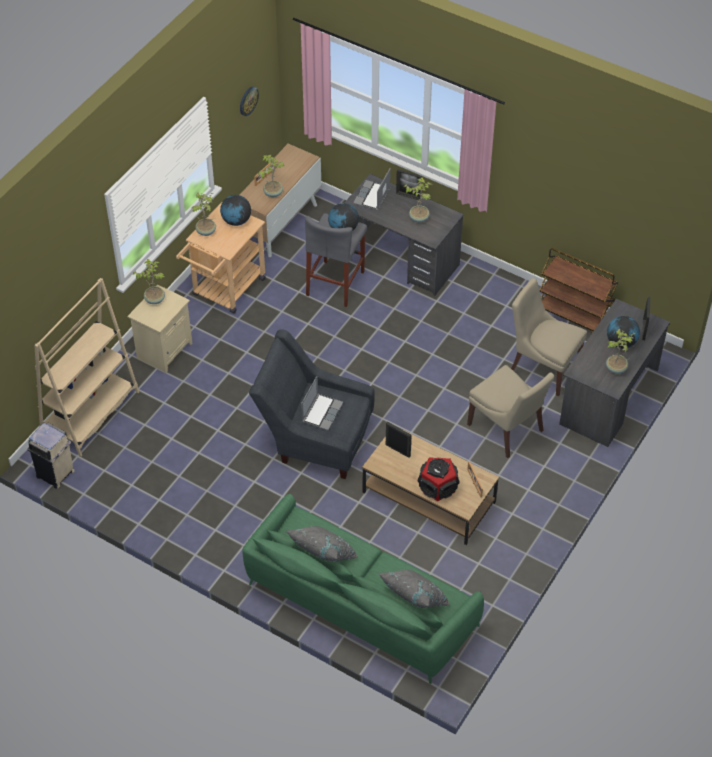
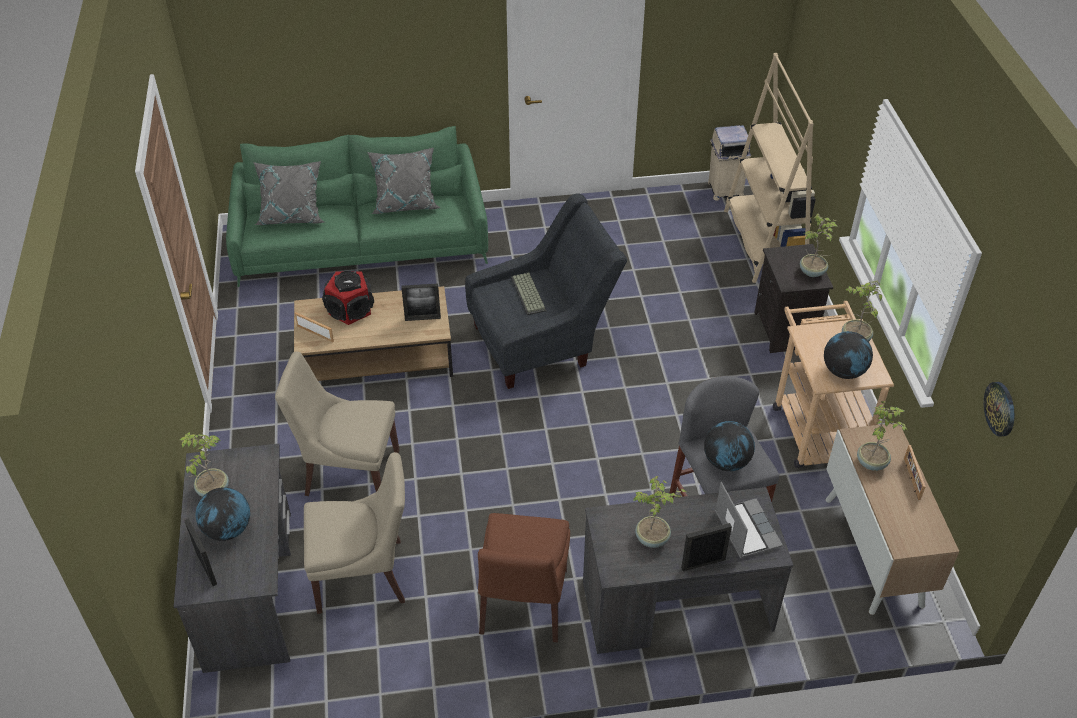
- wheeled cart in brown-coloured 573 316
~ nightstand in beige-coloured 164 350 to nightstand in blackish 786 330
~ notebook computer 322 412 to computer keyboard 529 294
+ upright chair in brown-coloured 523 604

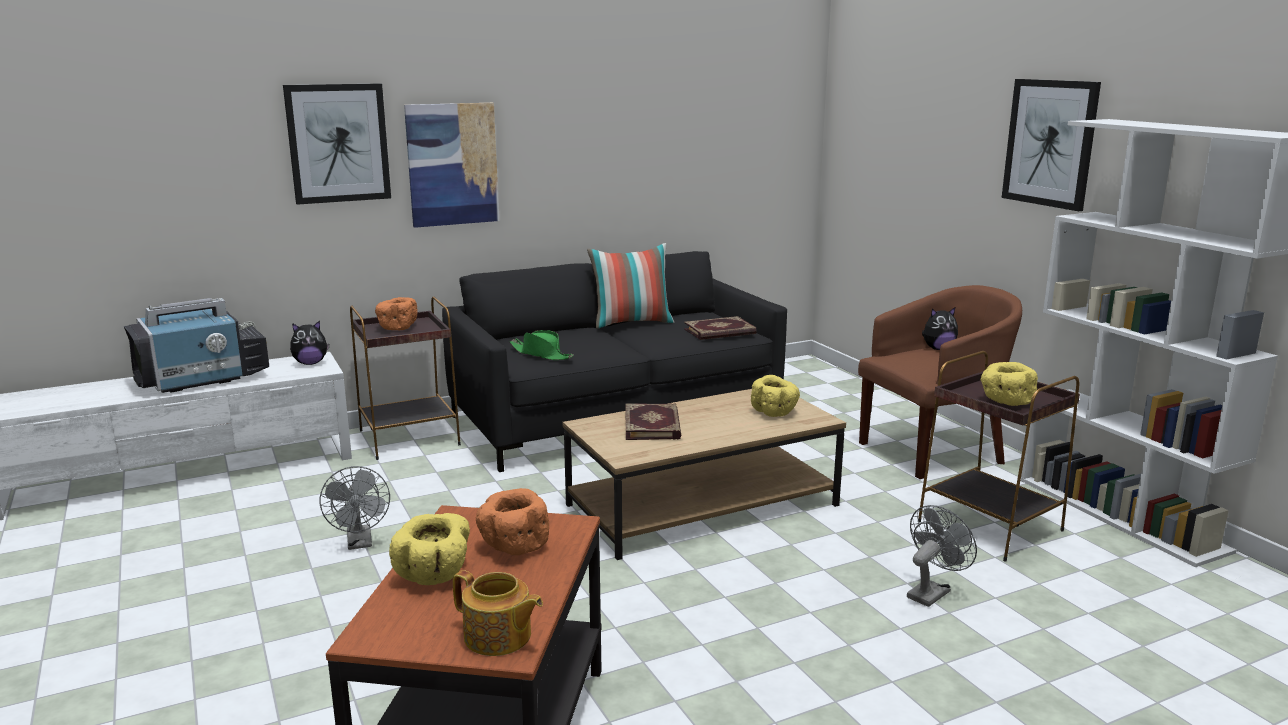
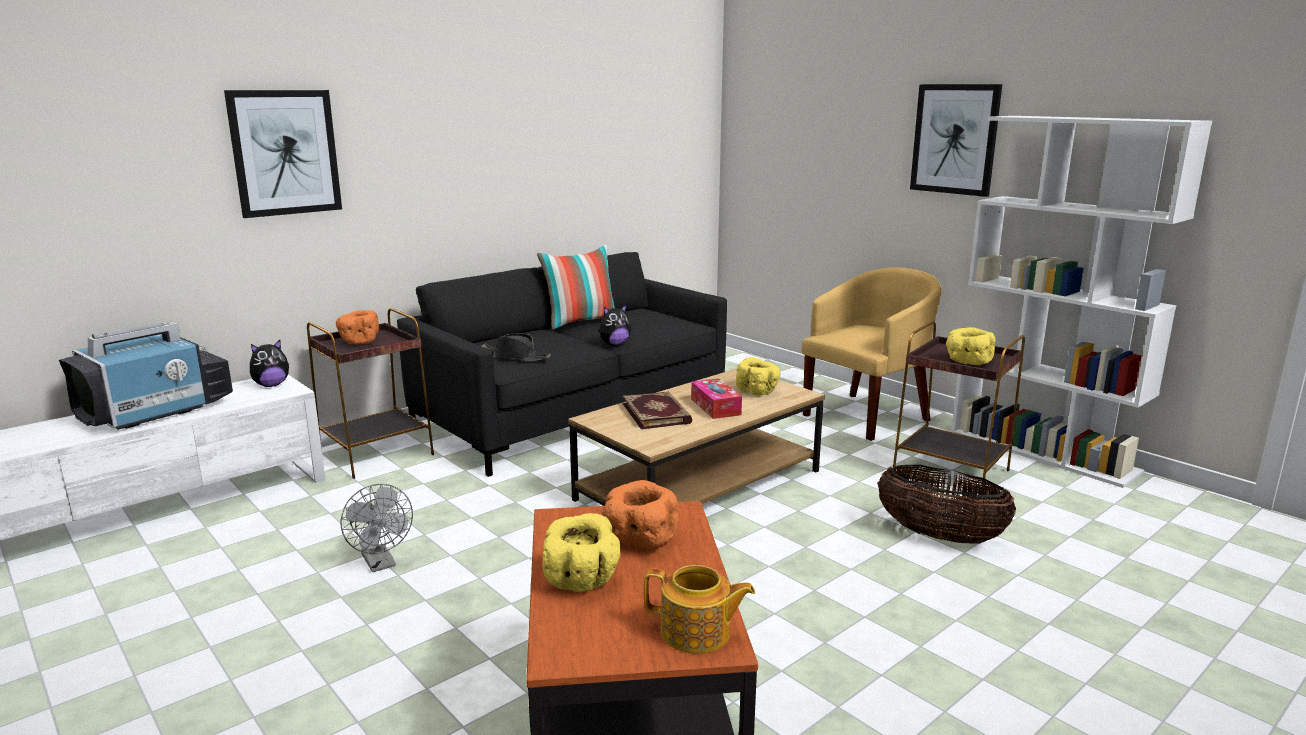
- picture 452 164
~ easy chair in brown-coloured 933 451 to easy chair in yellow 867 416
~ soft toy 938 348 to 614 344
- book 720 332
~ hat in green 541 354 to hat in blackish 516 357
~ electric fan in grey 931 592 to household basket 939 536
+ tissue box 715 407

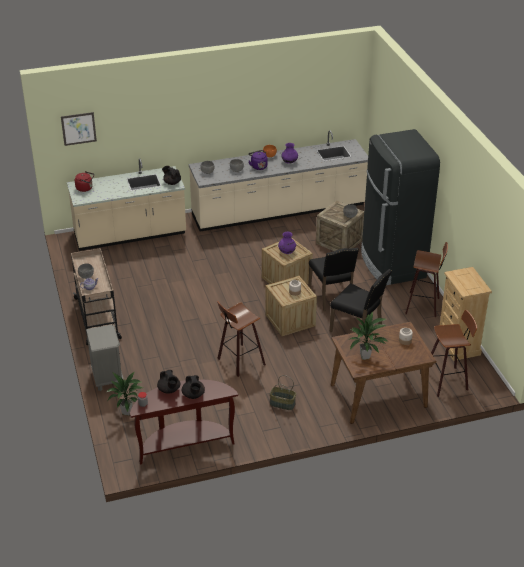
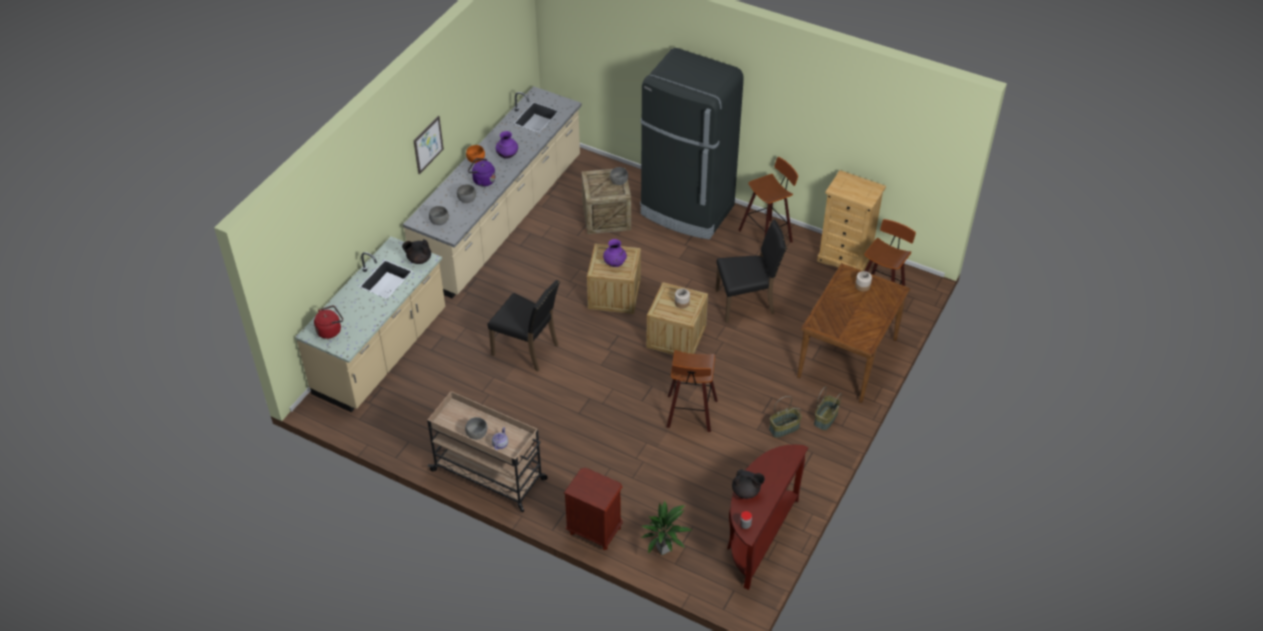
~ picture 78 128 to 428 144
~ upright chair in blackish 332 297 to 527 349
- plant in a pot 365 357
~ nightstand in grey 107 378 to nightstand in brown-coloured 594 530
- tea pot in blackish 193 395
+ household basket 826 419

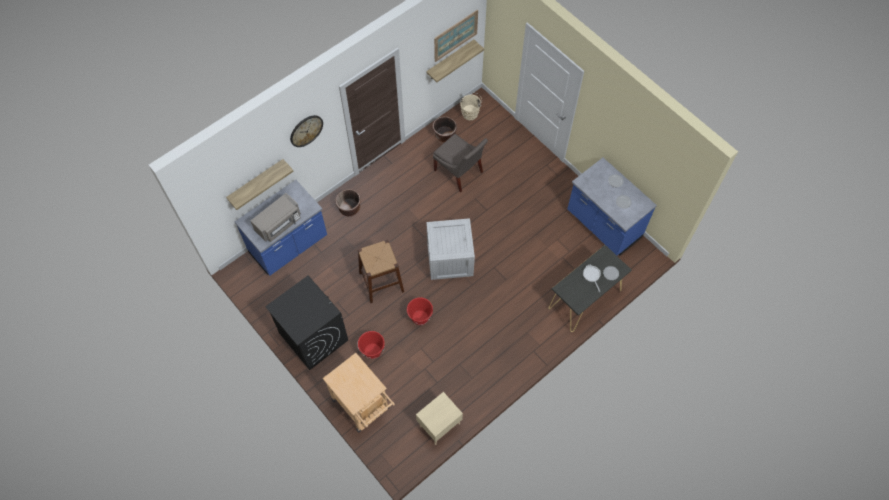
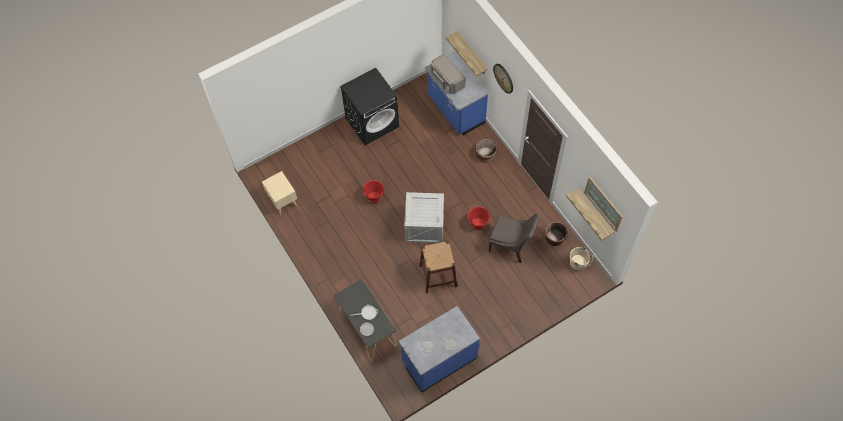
~ upright chair in grey 459 172 = 511 245 120 degrees counterclockwise
~ sitting stool in brown-coloured 381 282 to 438 275
~ pail in reddish 372 351 to 478 224
- wheeled cart in beige-coloured 363 407

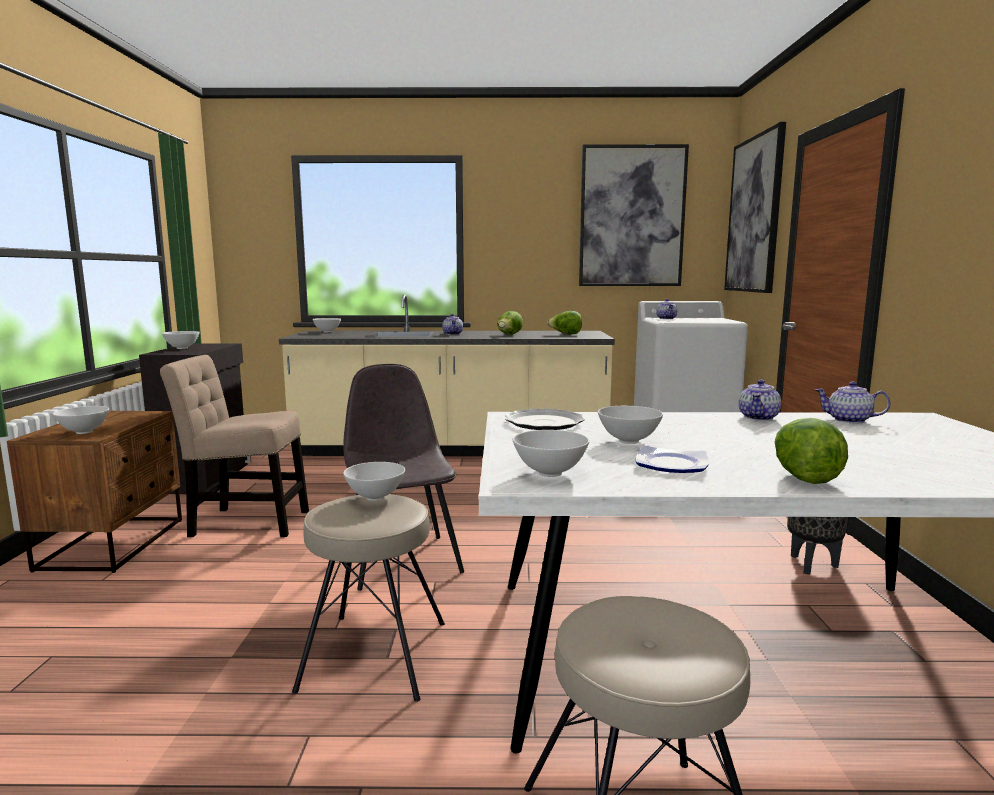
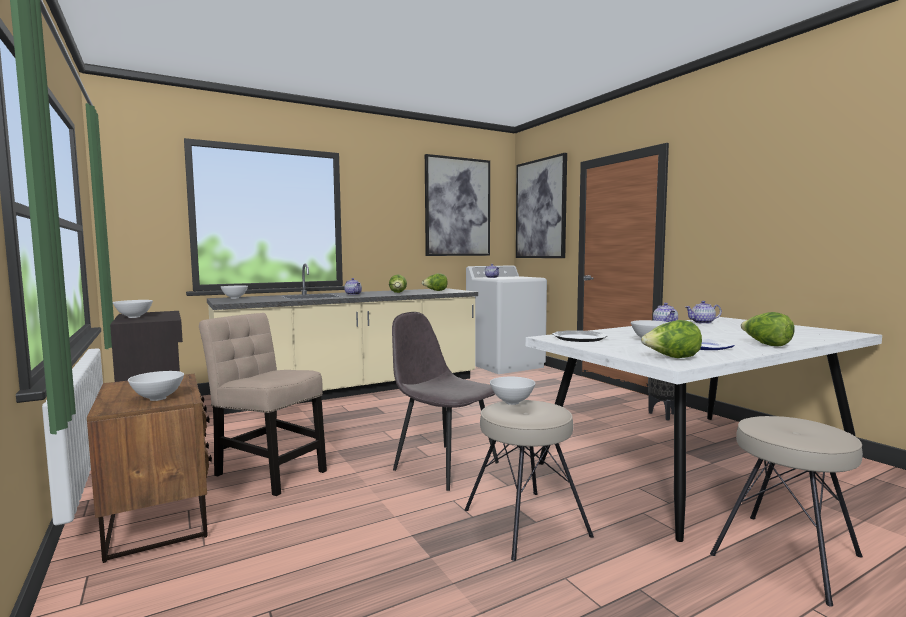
~ upright chair in beige-coloured 245 523 = 268 471 60 degrees clockwise
~ deep dish in white-coloured 550 473 to head of lettuce 672 358

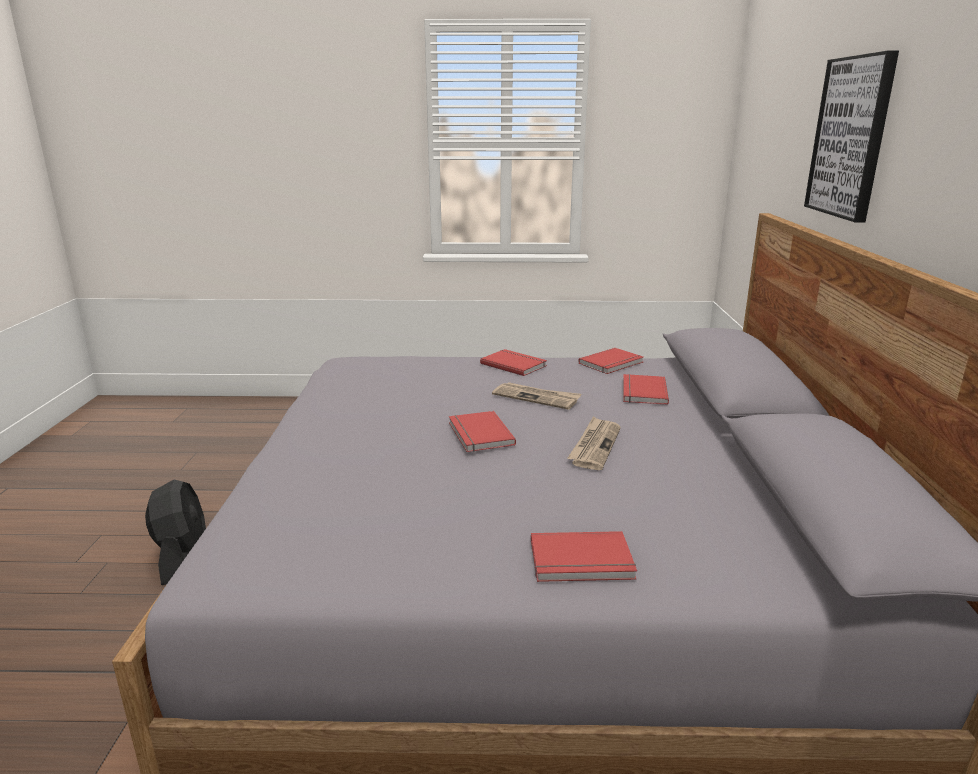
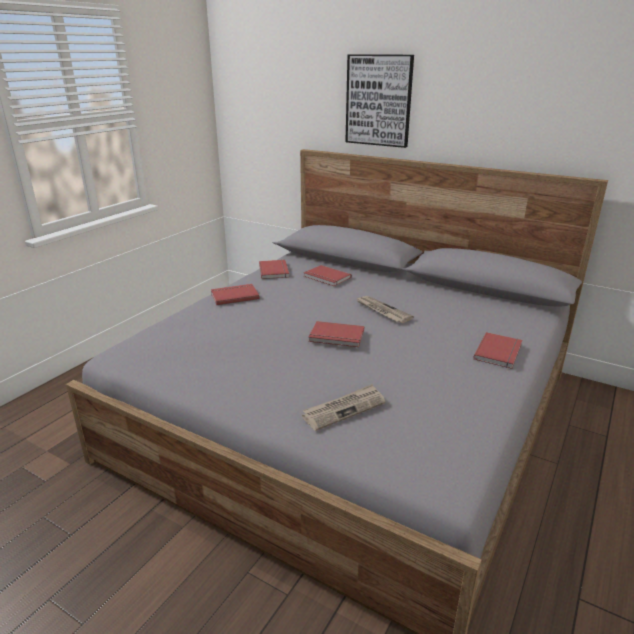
~ newspaper 536 397 to 344 409
- electric fan in blackish 183 558

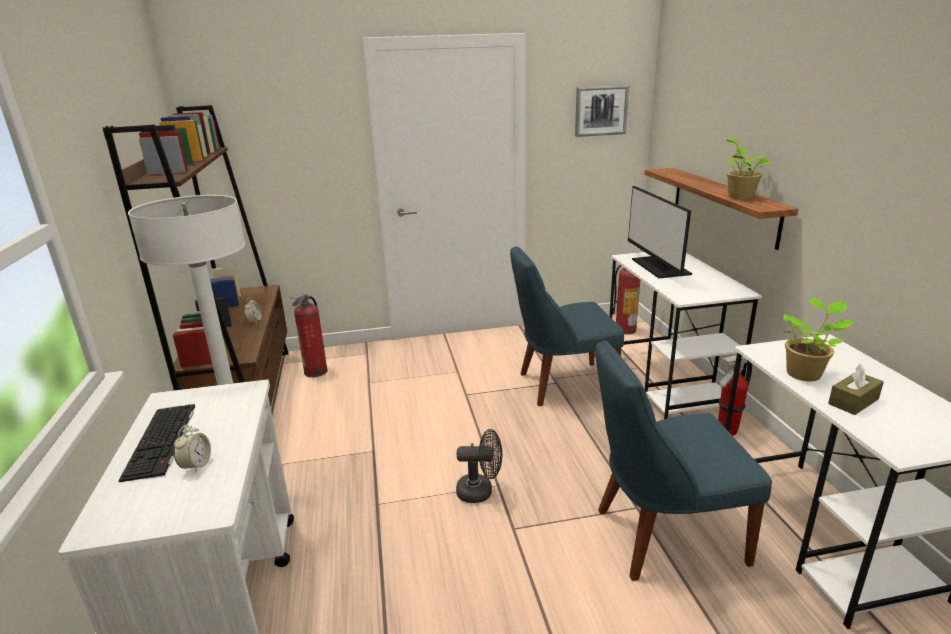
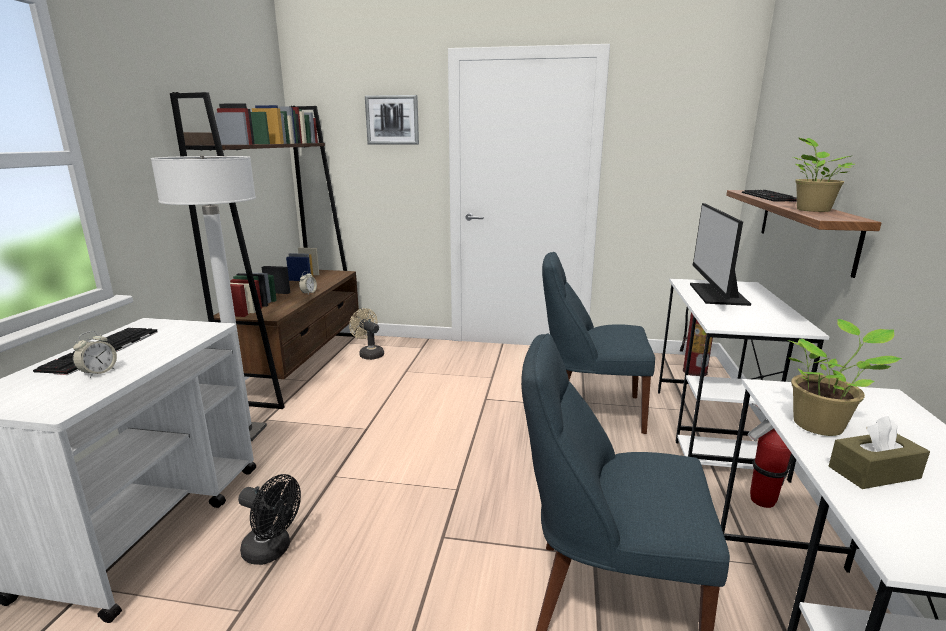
~ picture 601 110 to 392 120
~ fire-fighting cylinder 316 371 to electric fan in beige-coloured 369 354
~ electric fan in blackish 480 491 to 273 550
+ computer keyboard 772 197

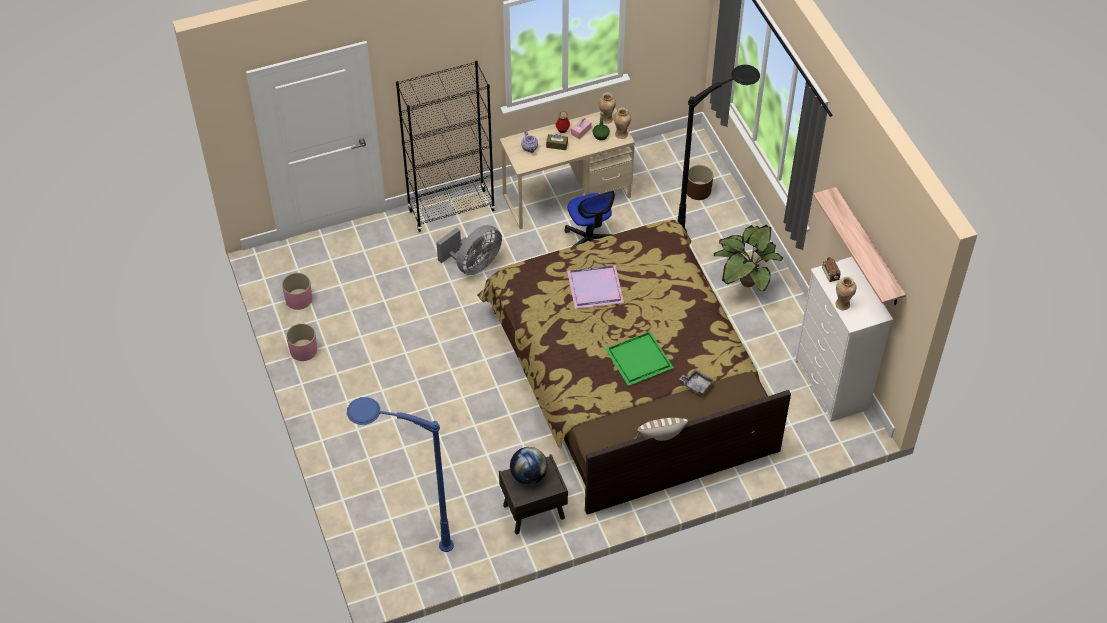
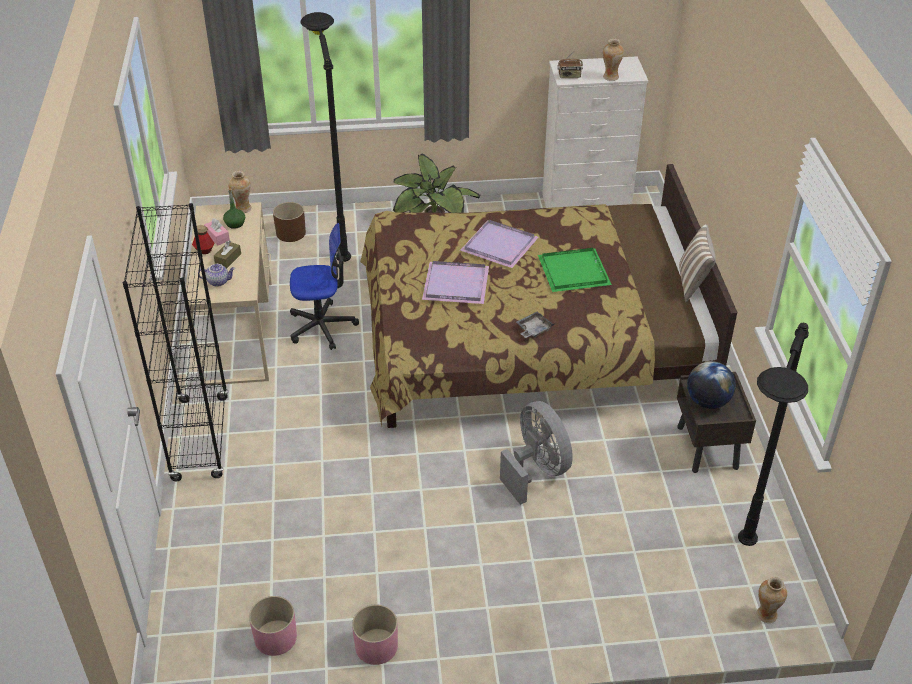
~ decorative vase 606 119 to 766 614
- bracket shelf 868 249
~ electric fan in grey 473 265 to 536 470
~ carrying tray in grey 696 384 to 533 329
~ standing lamp in blue 400 539 to standing lamp in blackish 732 584
+ carrying tray in purplish 500 246

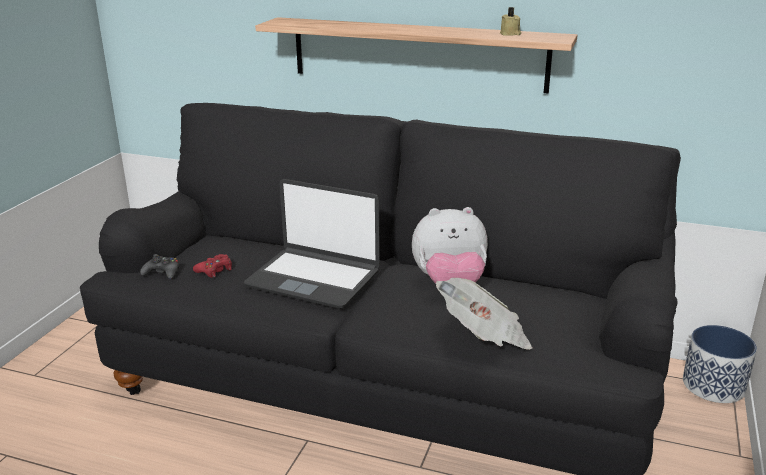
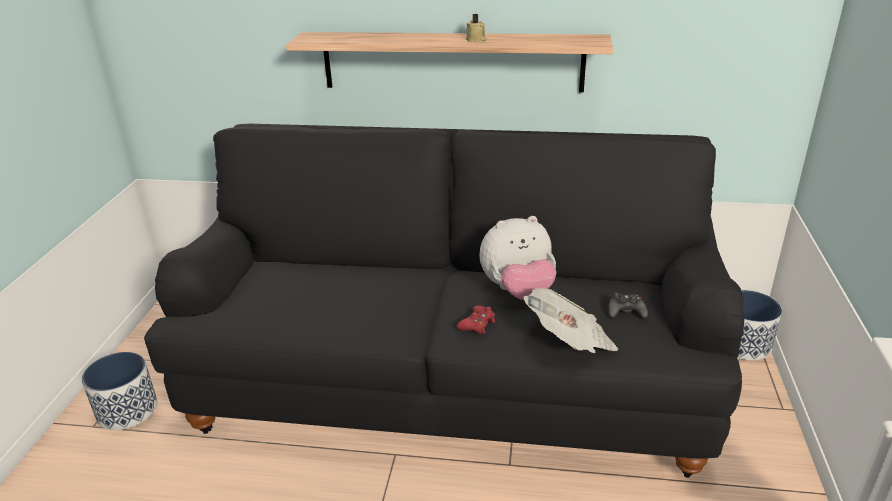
~ wax light in beige-coloured 510 34 to 476 40
- notebook computer 314 278
~ joypad in blackish 162 272 to 626 311
~ joypad in reddish 215 270 to 477 324
+ plant pot 128 410

